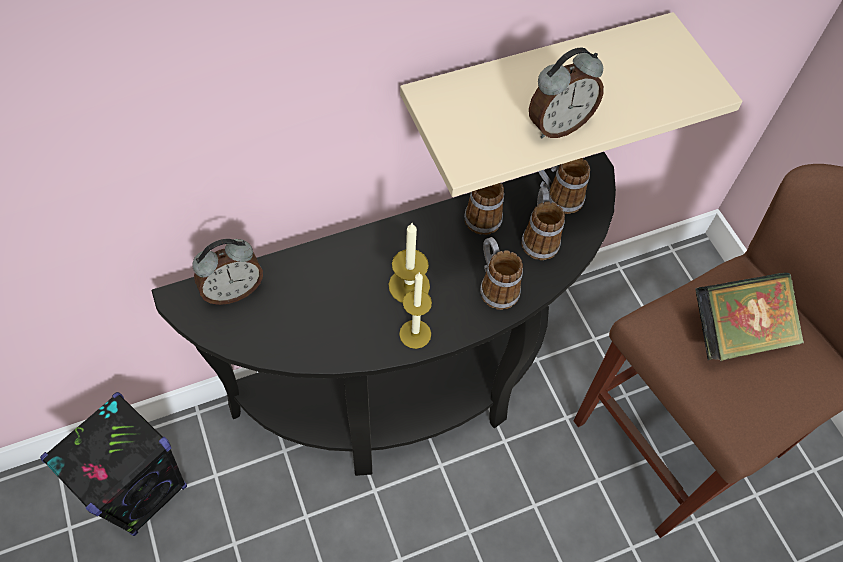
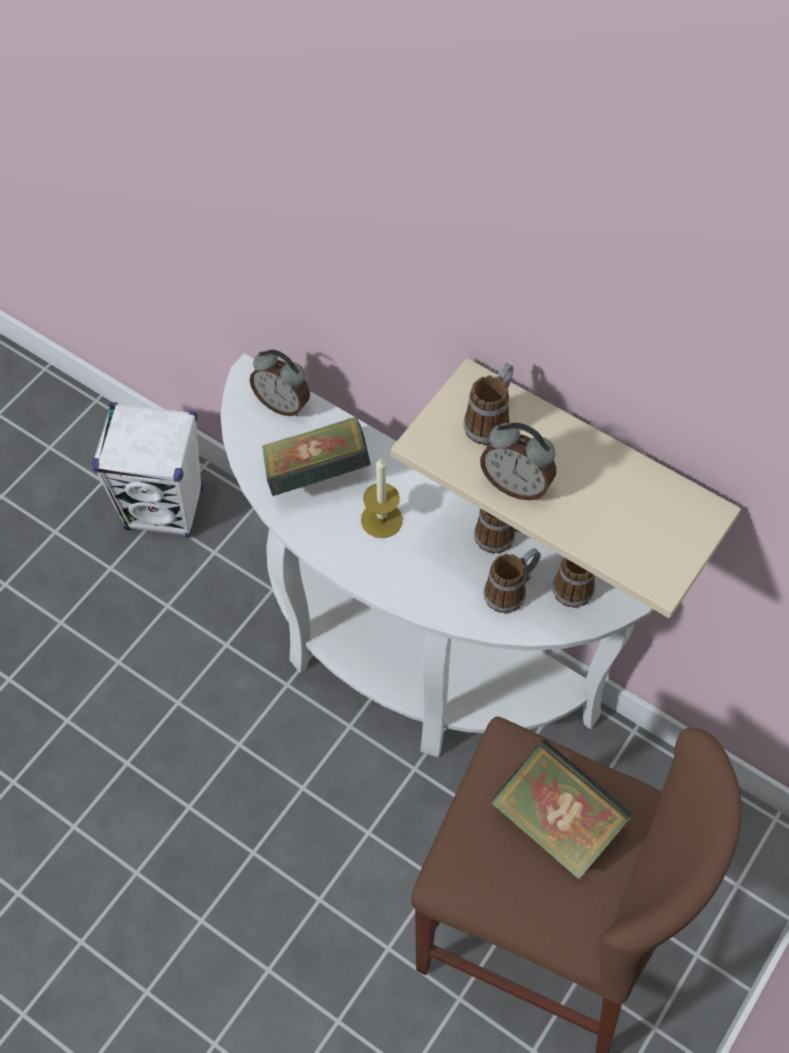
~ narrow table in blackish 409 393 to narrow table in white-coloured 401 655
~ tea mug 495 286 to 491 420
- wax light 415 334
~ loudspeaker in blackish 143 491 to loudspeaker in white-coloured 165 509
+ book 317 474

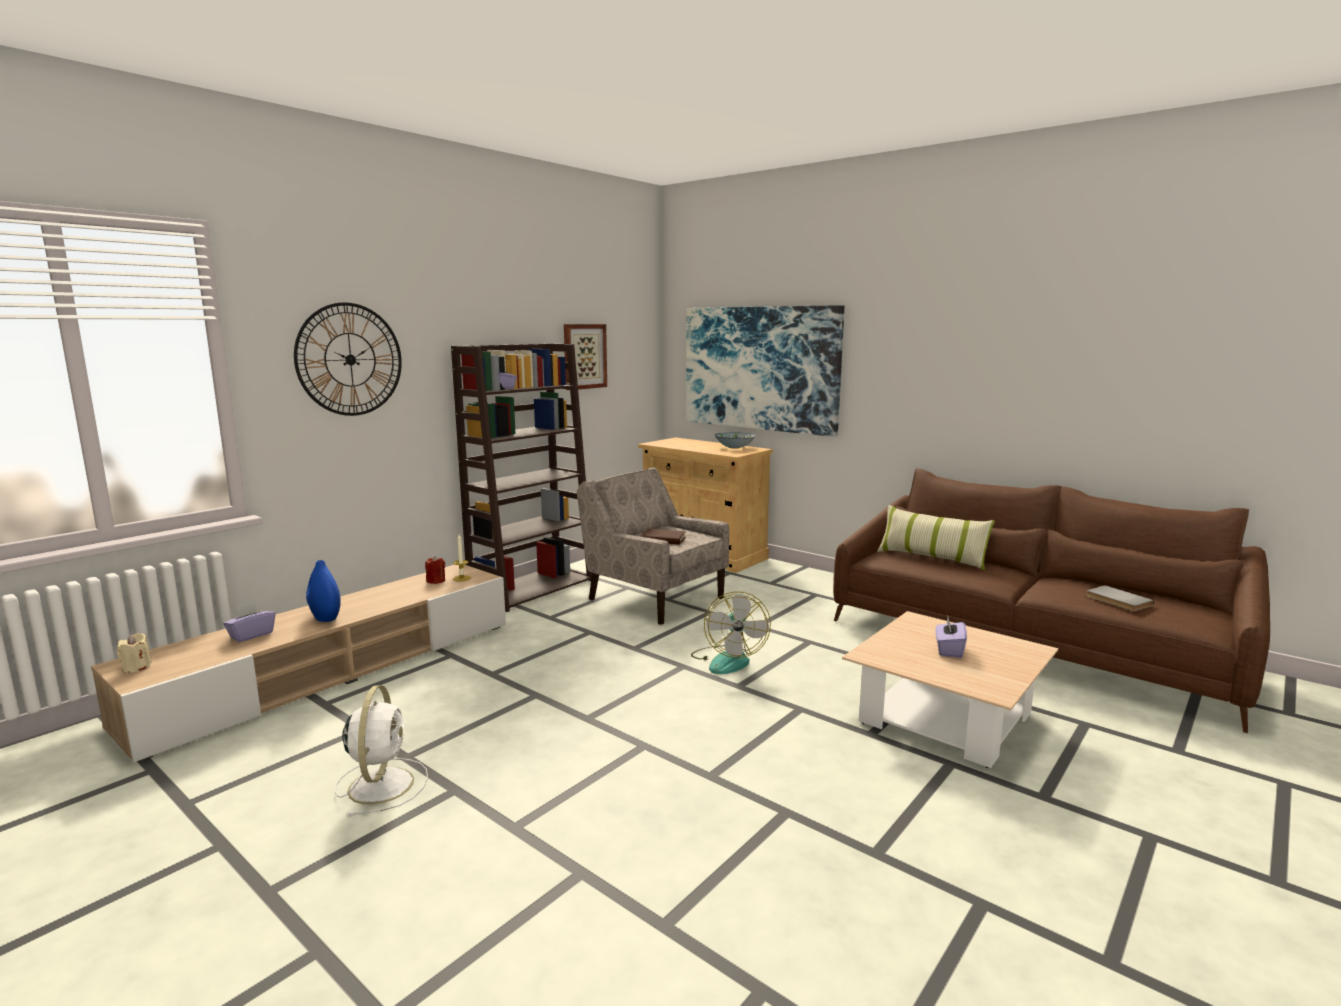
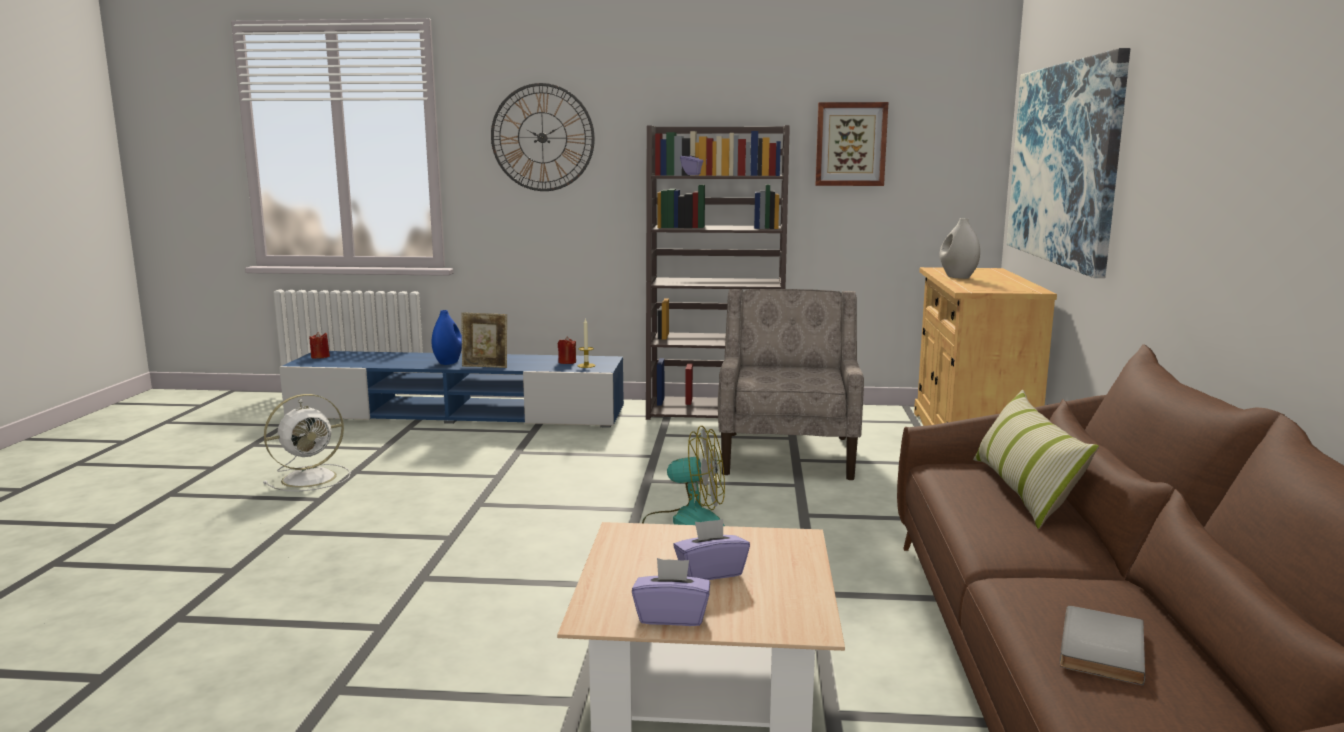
- deep dish 734 447
- book in brown-coloured 663 539
~ tv unit in beige-coloured 335 671 to tv unit in blue 459 414
~ electric fan 728 659 = 685 523 135 degrees counterclockwise
~ tissue box in purplish 251 635 to 672 616
~ wax light in beige-coloured 137 667 to wax light in reddish 320 357
+ decorative vase in white-coloured 957 277
+ standing frame 485 366

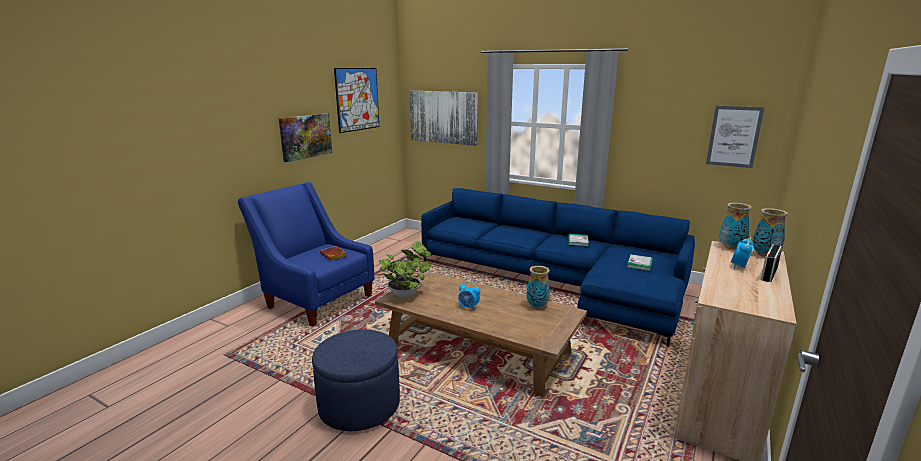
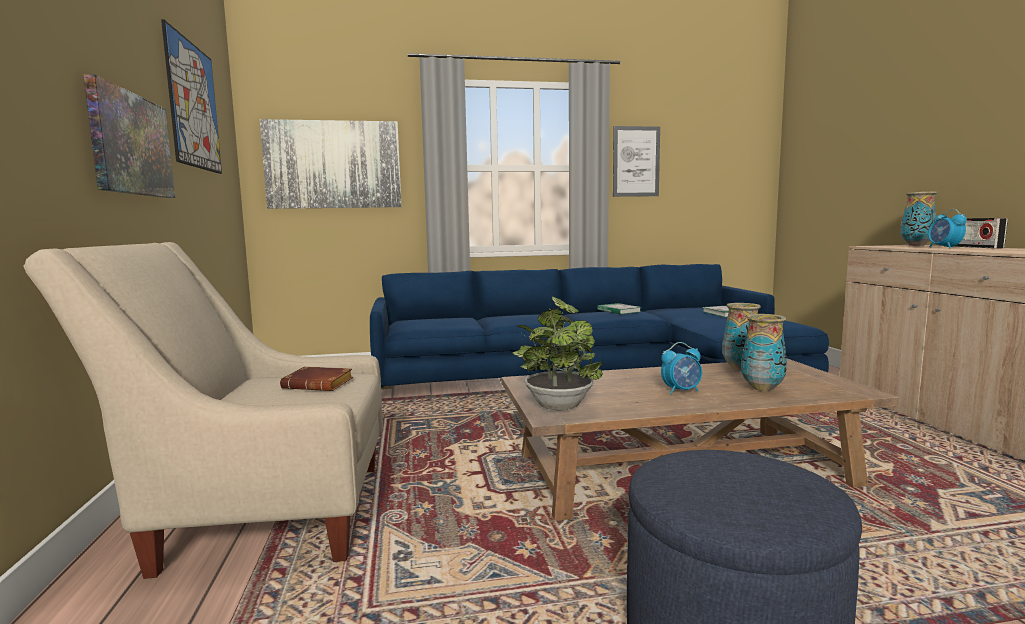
~ picture 734 136 to 636 161
~ easy chair in blue 315 299 to easy chair in beige-coloured 259 515
~ decorative vase 731 247 to 762 388

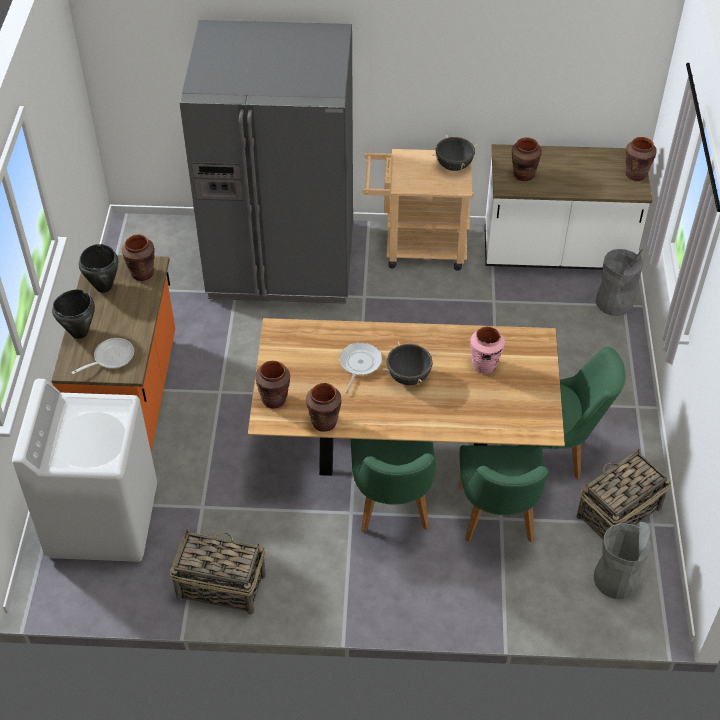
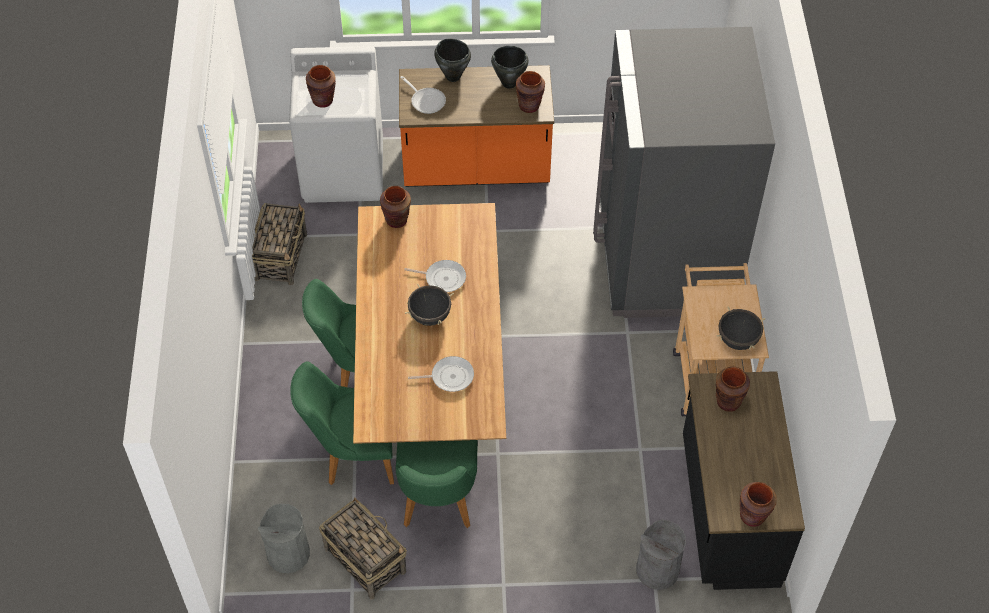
~ counter in white-coloured 556 253 to counter in blackish 727 512
~ decorative vase in pink 484 365 to pan 449 376
~ decorative vase in brown-coloured 324 422 to 323 100

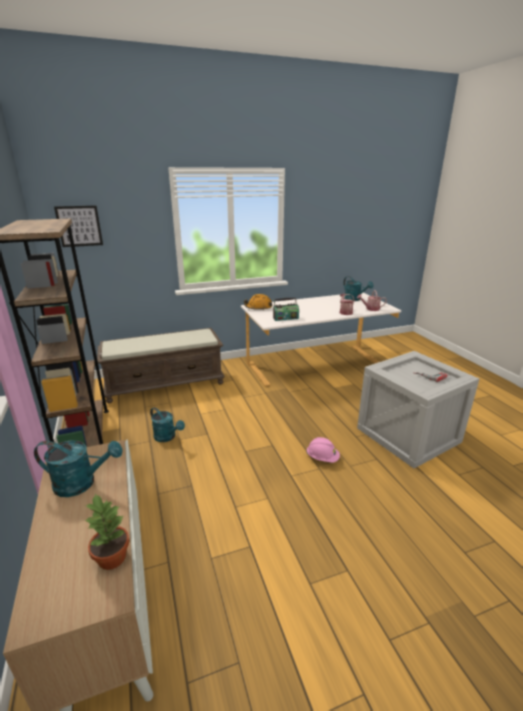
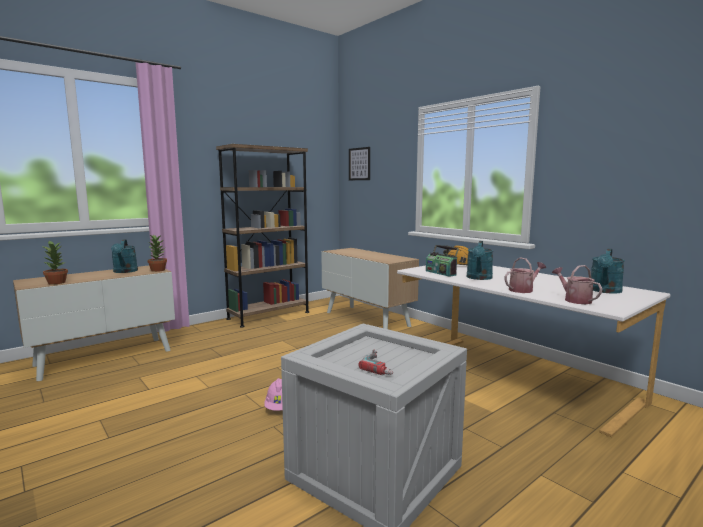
~ bench in brown-coloured 166 384 to storage cabinet 367 319
~ sprinkling can in turquoise-coloured 167 437 to 479 278
+ plant in a pot 157 270

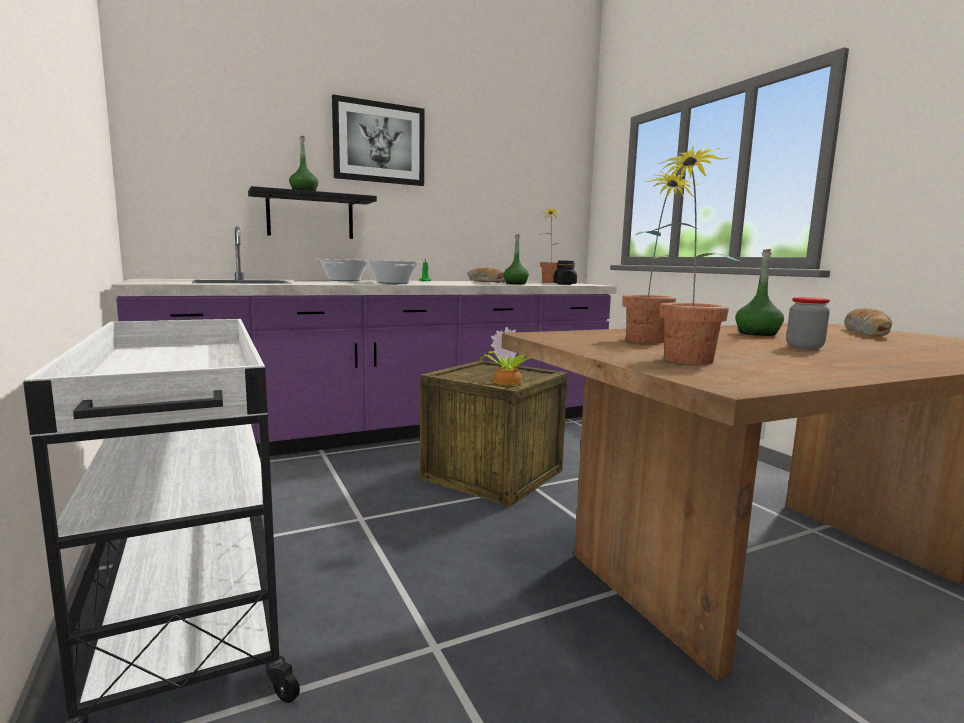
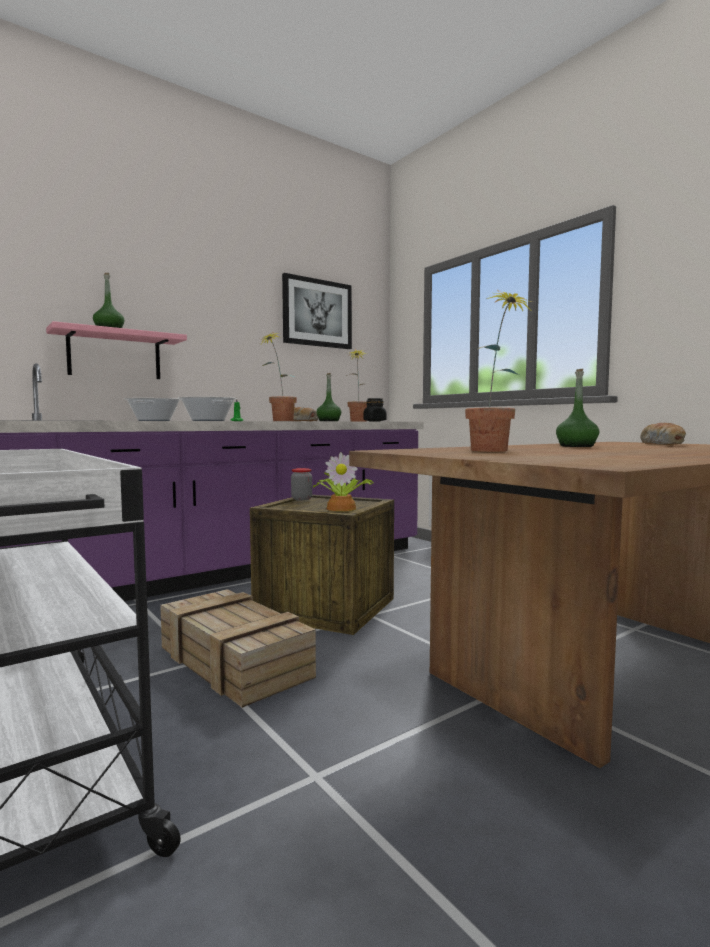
~ picture 379 143 to 317 313
~ plant in a pot 682 362 to 279 421
~ bracket shelf in blackish 310 216 to bracket shelf in pink 115 355
~ preserve jar 804 347 to 301 499
+ shipping crate 231 661

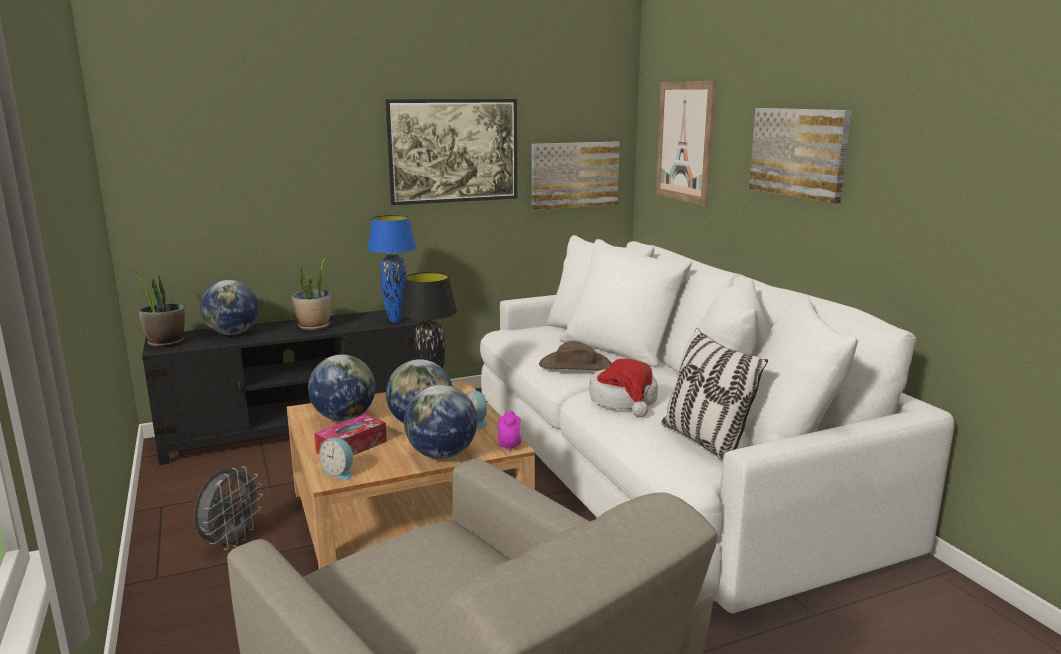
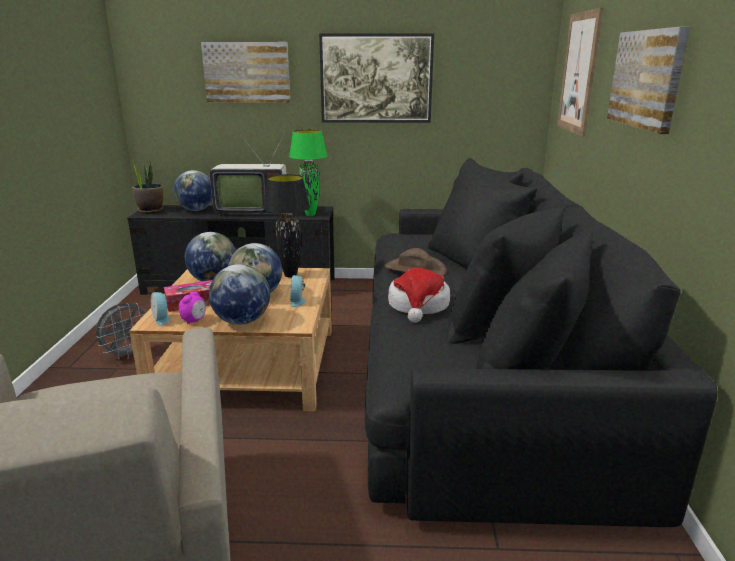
~ picture 574 174 to 247 72
~ table lamp in blue 396 321 to table lamp in green 310 215
~ sofa in white-coloured 660 466 to sofa in blackish 478 371
~ plant in a pot 314 326 to TV 251 212
- cushion 704 442
~ alarm clock 510 446 to 194 320

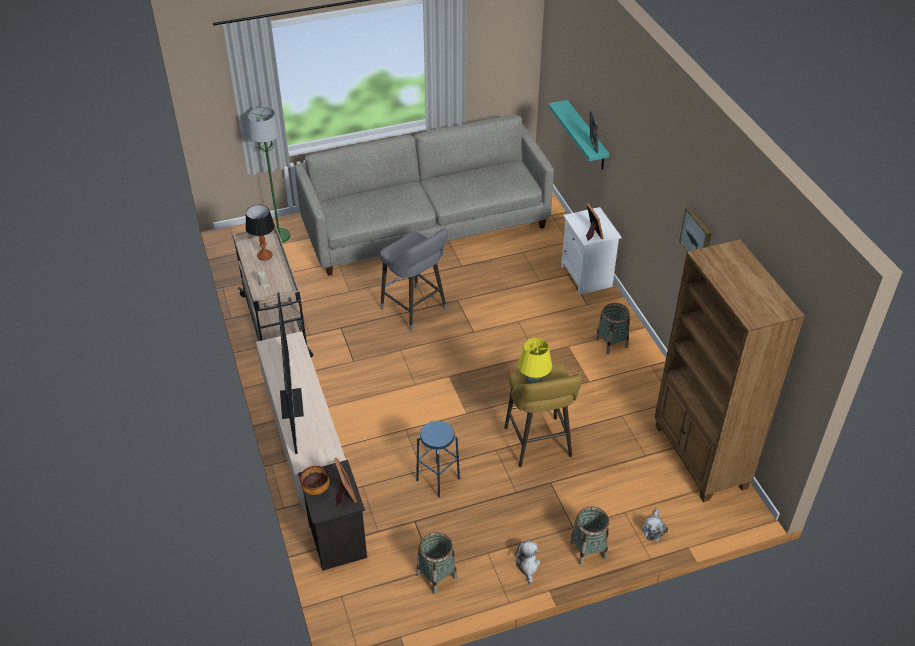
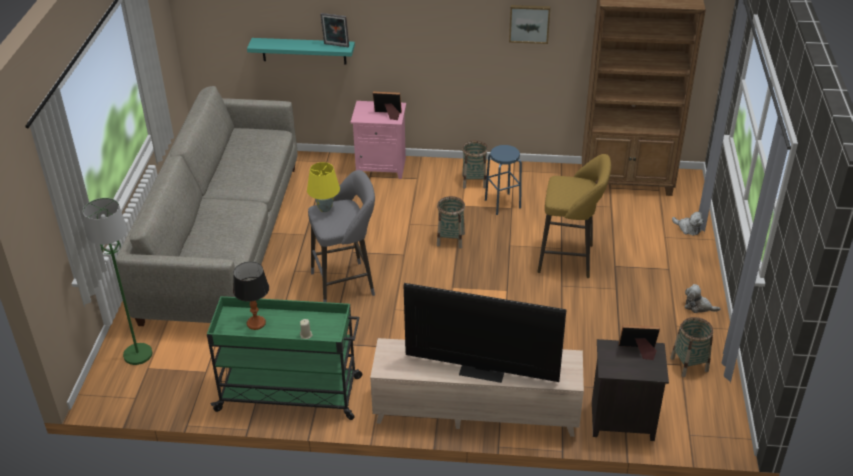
~ nightstand in white-coloured 587 276 to nightstand in pink 382 167
~ wheeled cart in beige-coloured 276 326 to wheeled cart in green 291 394
~ table lamp in yellow 533 382 to 324 209
~ sitting stool in blue 438 479 to 502 204
- deep dish 316 489
~ household basket 588 550 to 451 239

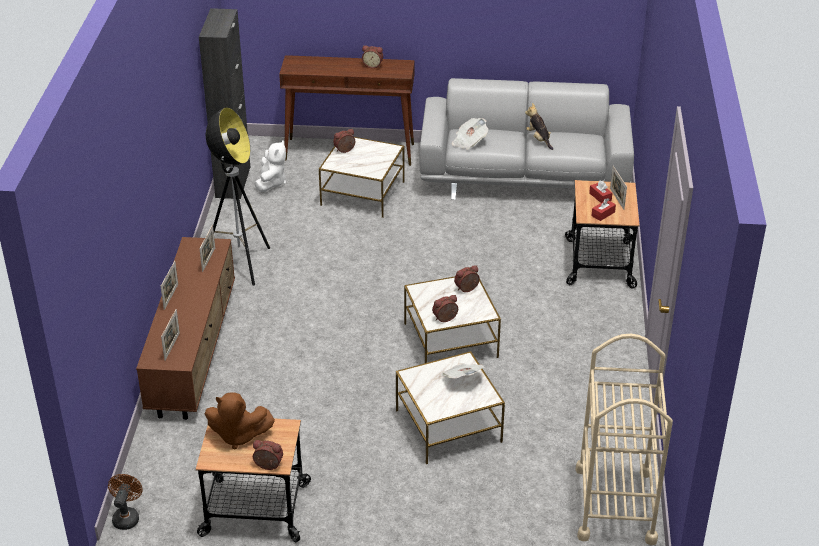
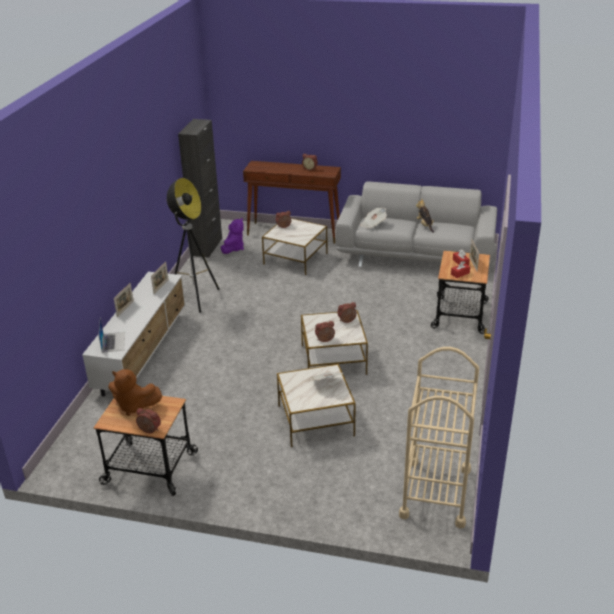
~ soft toy in white-coloured 271 182 to soft toy in purplish 233 248
~ tv unit in brown-coloured 194 350 to tv unit in white-coloured 143 352
~ standing frame 172 346 to notebook computer 113 342
- electric fan in brown-coloured 127 516

